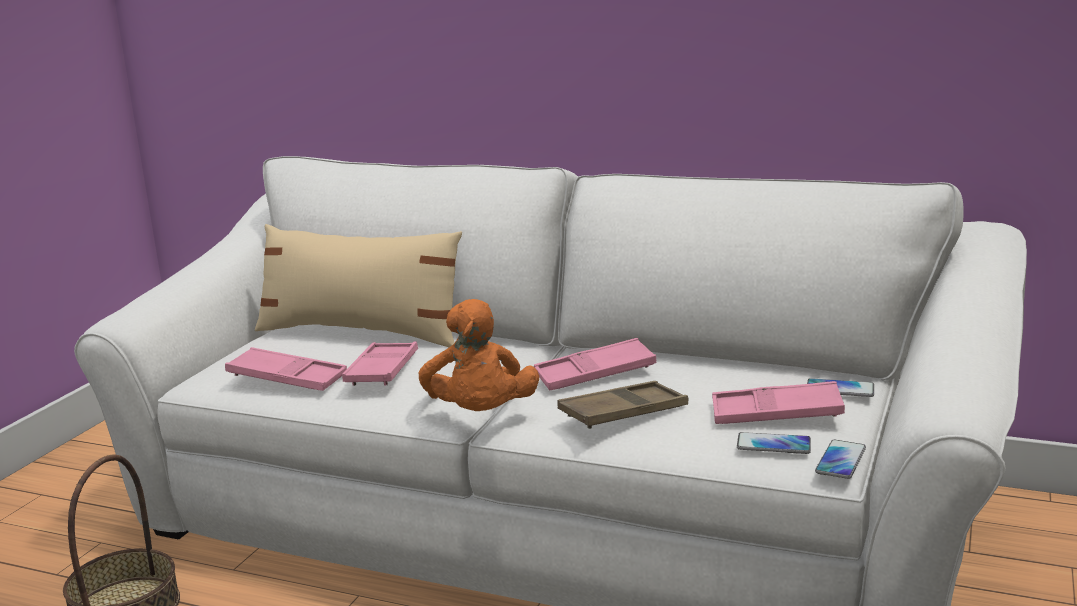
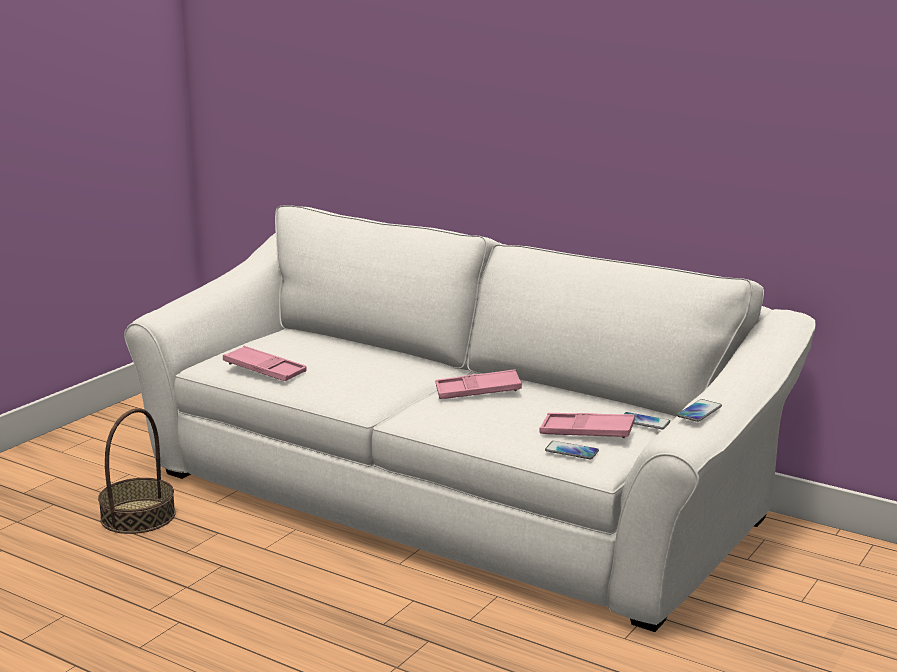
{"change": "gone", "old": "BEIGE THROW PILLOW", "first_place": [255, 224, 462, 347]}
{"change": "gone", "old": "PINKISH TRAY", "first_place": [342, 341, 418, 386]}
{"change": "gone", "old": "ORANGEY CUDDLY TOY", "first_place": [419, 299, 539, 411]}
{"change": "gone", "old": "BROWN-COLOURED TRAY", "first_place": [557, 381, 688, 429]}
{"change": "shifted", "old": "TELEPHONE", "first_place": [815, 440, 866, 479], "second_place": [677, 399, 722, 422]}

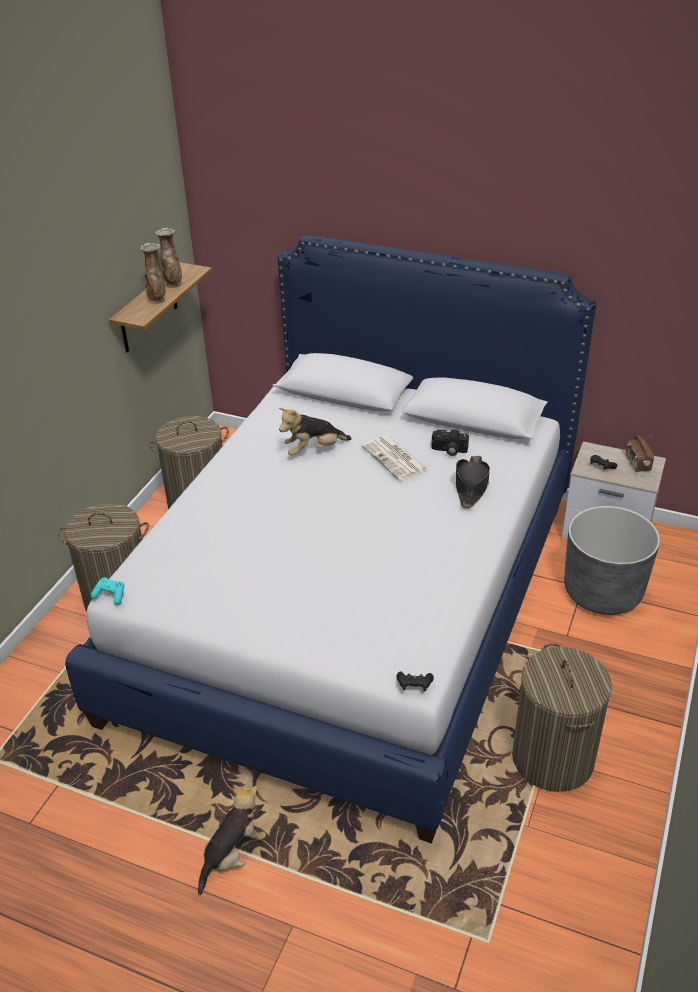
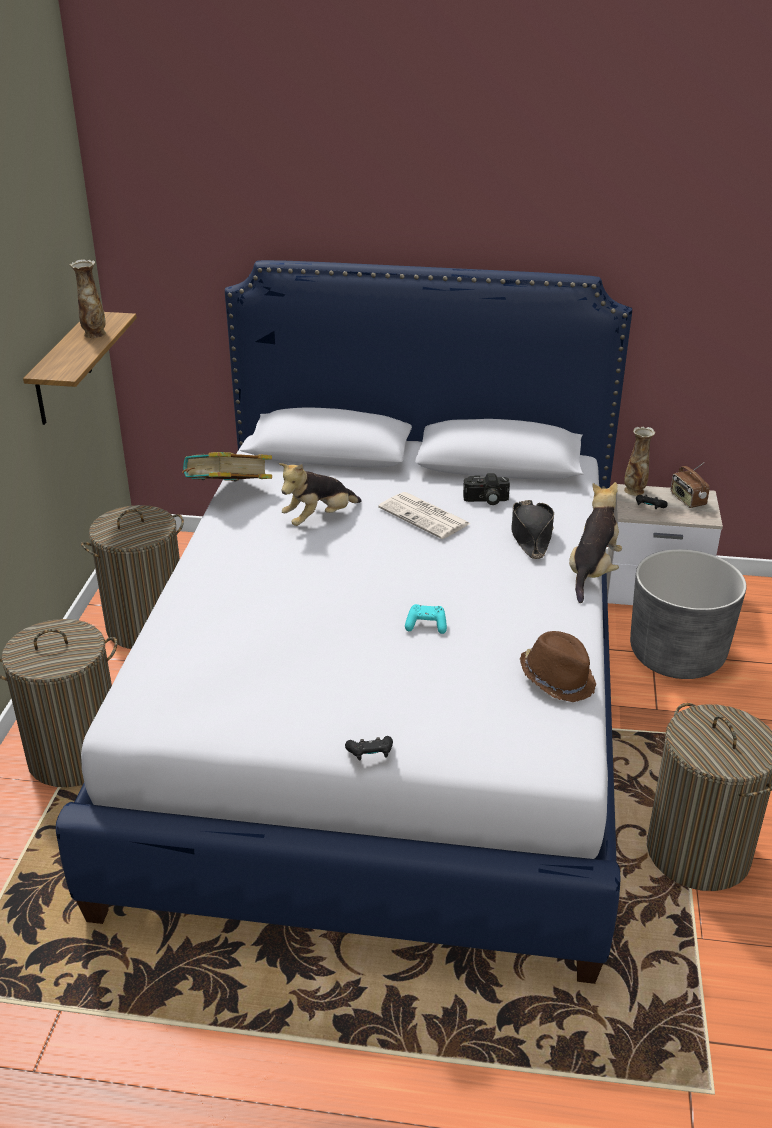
{"change": "shifted", "old": "TURQUOISE-COLOURED GAME CONTROLLER", "first_place": [91, 577, 124, 605], "second_place": [405, 604, 447, 634]}
{"change": "shifted", "old": "VASE", "first_place": [140, 243, 165, 304], "second_place": [624, 427, 655, 496]}
{"change": "shifted", "old": "CUDDLY TOY", "first_place": [198, 785, 266, 895], "second_place": [569, 482, 622, 603]}
{"change": "shifted", "old": "BLACKISH GAME CONTROLLER", "first_place": [397, 672, 434, 691], "second_place": [345, 736, 393, 761]}
{"change": "new", "new": "BOOK", "second_place": [182, 452, 272, 481]}
{"change": "new", "new": "BROWN-COLOURED CLOTHING HAT", "second_place": [520, 631, 596, 702]}

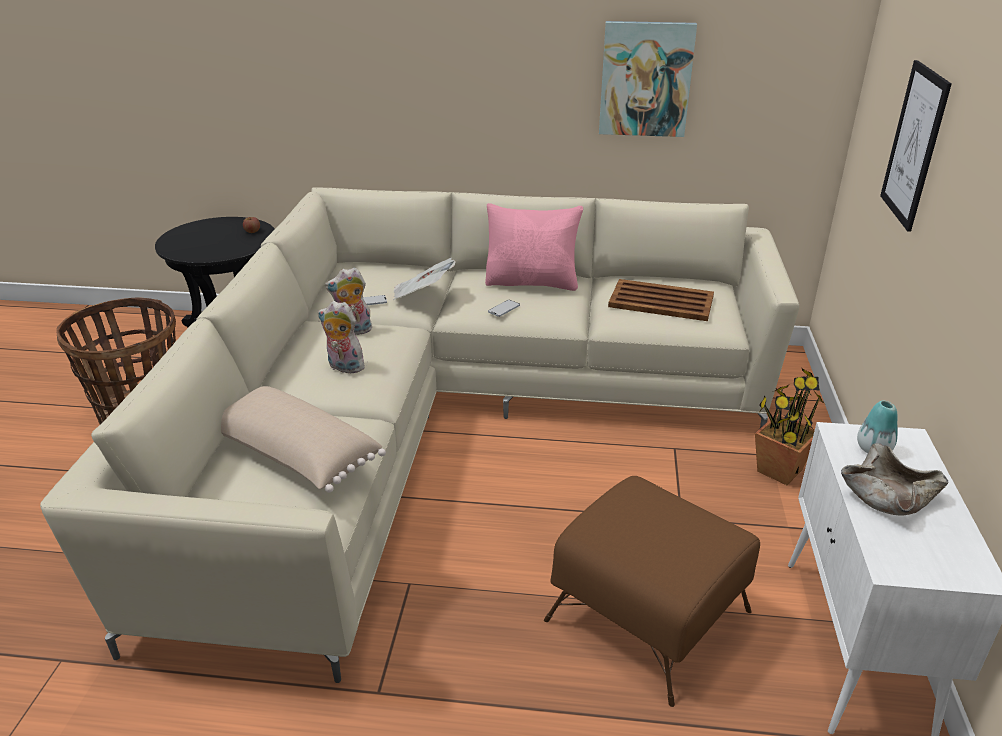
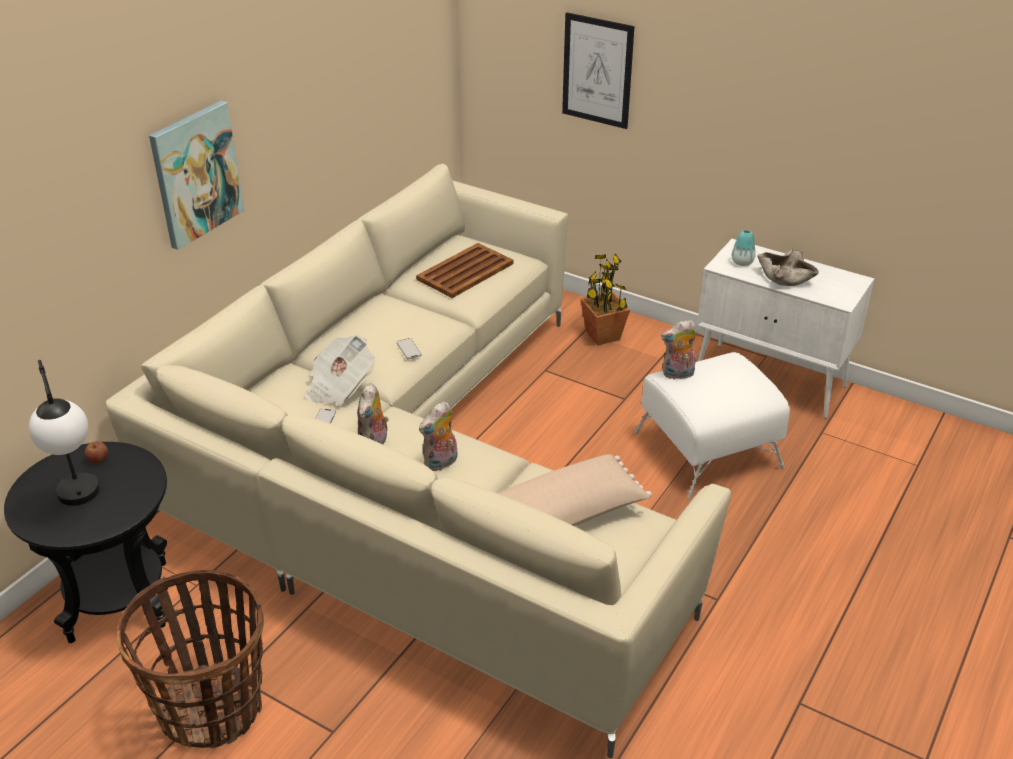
{"change": "gone", "old": "PINKISH THROW PILLOW", "first_place": [485, 203, 583, 291]}
{"change": "repainted", "old": "BROWN-COLOURED POUFFE", "new": "WHITISH POUFFE", "first_place": [544, 476, 760, 707], "second_place": [634, 352, 790, 498]}
{"change": "shifted", "old": "PICTURE", "first_place": [599, 21, 697, 137], "second_place": [149, 101, 244, 250]}
{"change": "new", "new": "TABLE LAMP", "second_place": [29, 360, 100, 506]}
{"change": "new", "new": "CUDDLY TOY", "second_place": [661, 320, 697, 379]}

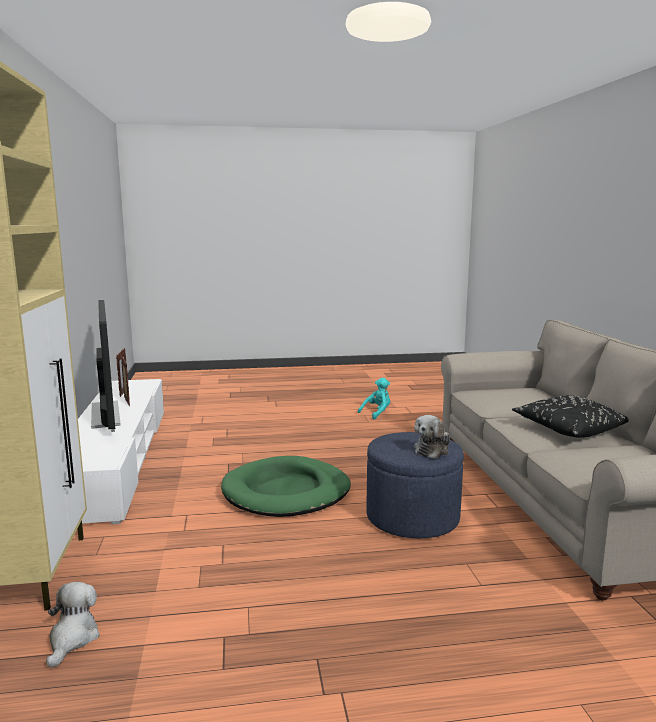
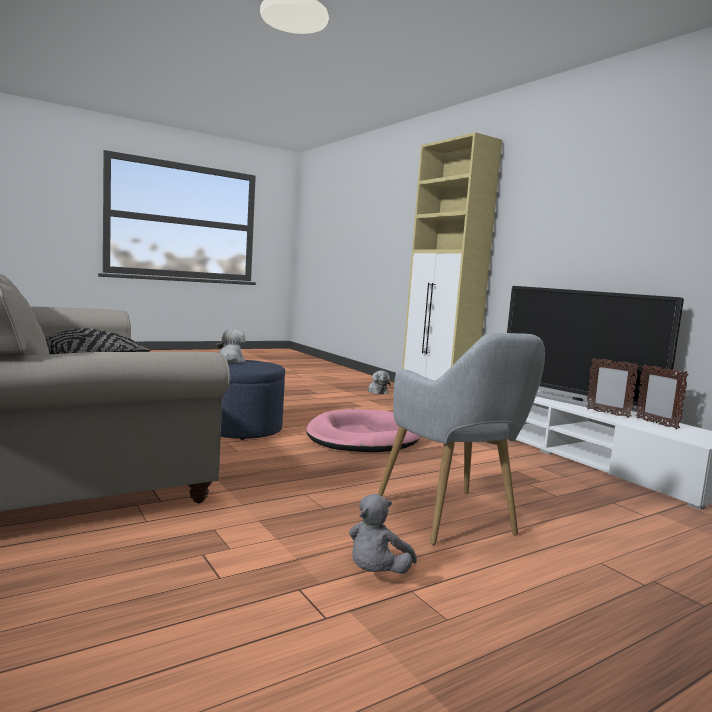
{"change": "repainted", "old": "GREEN-COLOURED PET BED", "new": "PINKISH PET BED", "first_place": [221, 456, 351, 517], "second_place": [306, 409, 421, 452]}
{"change": "repainted", "old": "TURQUOISE-COLOURED CUDDLY TOY", "new": "GREYISH CUDDLY TOY", "first_place": [358, 378, 390, 419], "second_place": [349, 494, 417, 574]}
{"change": "new", "new": "GREYISH LOUNGE CHAIR", "second_place": [378, 333, 545, 545]}

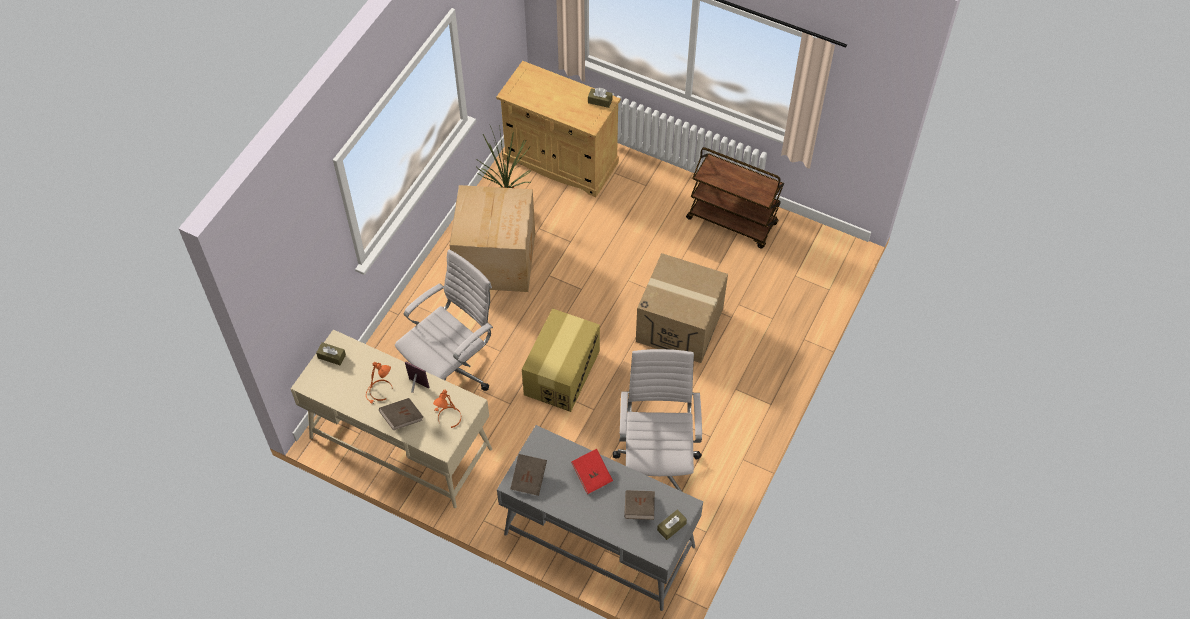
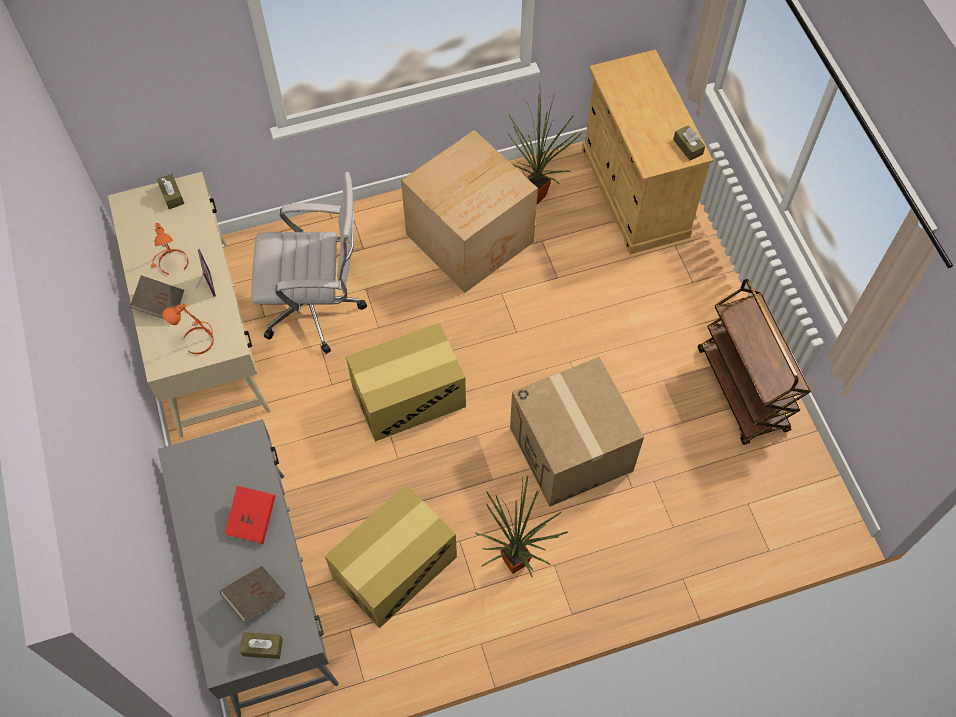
{"change": "gone", "old": "BROWN-COLOURED BOOK", "first_place": [510, 454, 547, 496]}
{"change": "swapped", "old": "WHITISH COMPUTER CHAIR", "new": "CARDBOARD BOX", "first_place": [613, 349, 702, 491], "second_place": [325, 485, 457, 628]}
{"change": "new", "new": "POTTED PLANT", "second_place": [474, 476, 569, 578]}

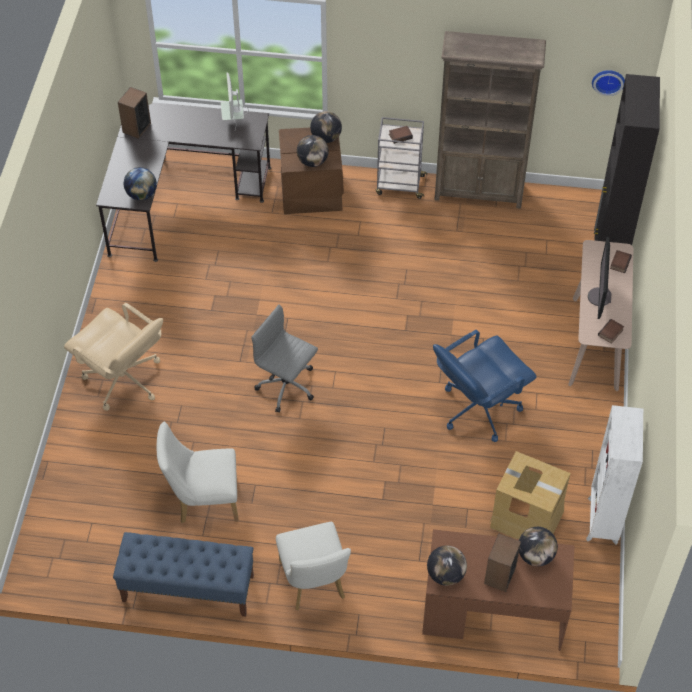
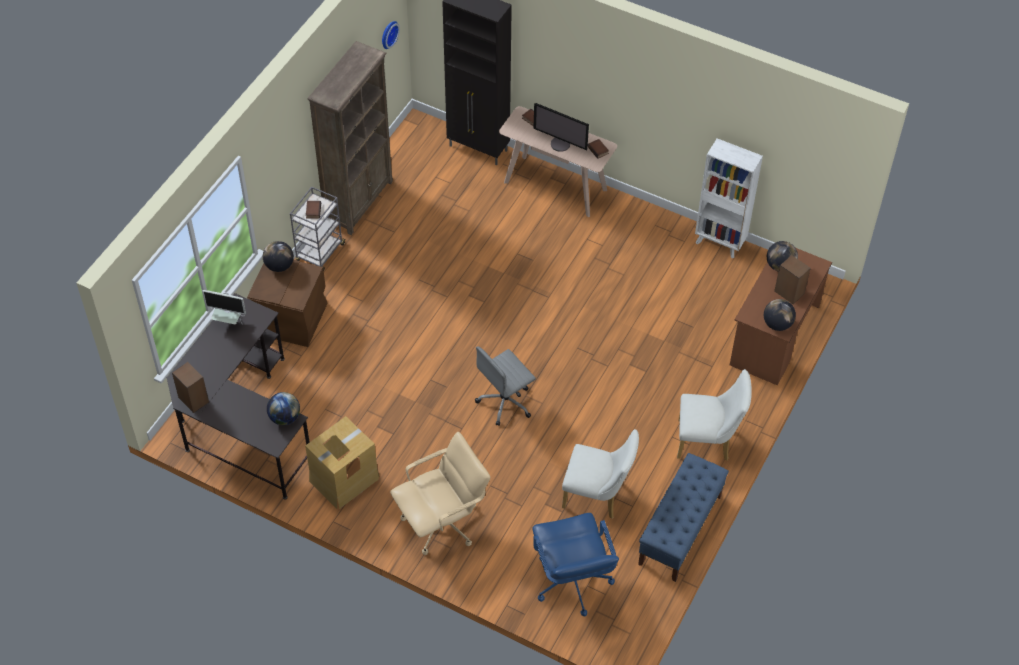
{"change": "rotated", "old": "WHITISH CHAIR", "first_place": [157, 422, 239, 523], "second_place": [562, 429, 639, 519], "degrees": -90}
{"change": "gone", "old": "WORLD GLOBE", "first_place": [297, 135, 329, 167]}
{"change": "shifted", "old": "BLUISH COMPUTER CHAIR", "first_place": [433, 330, 537, 442], "second_place": [532, 513, 619, 617]}
{"change": "shifted", "old": "CARDBOARD BOX", "first_place": [489, 451, 570, 539], "second_place": [305, 416, 380, 509]}

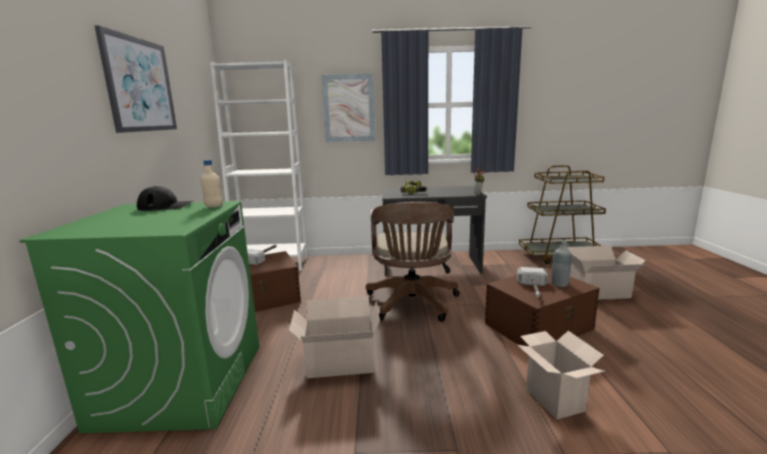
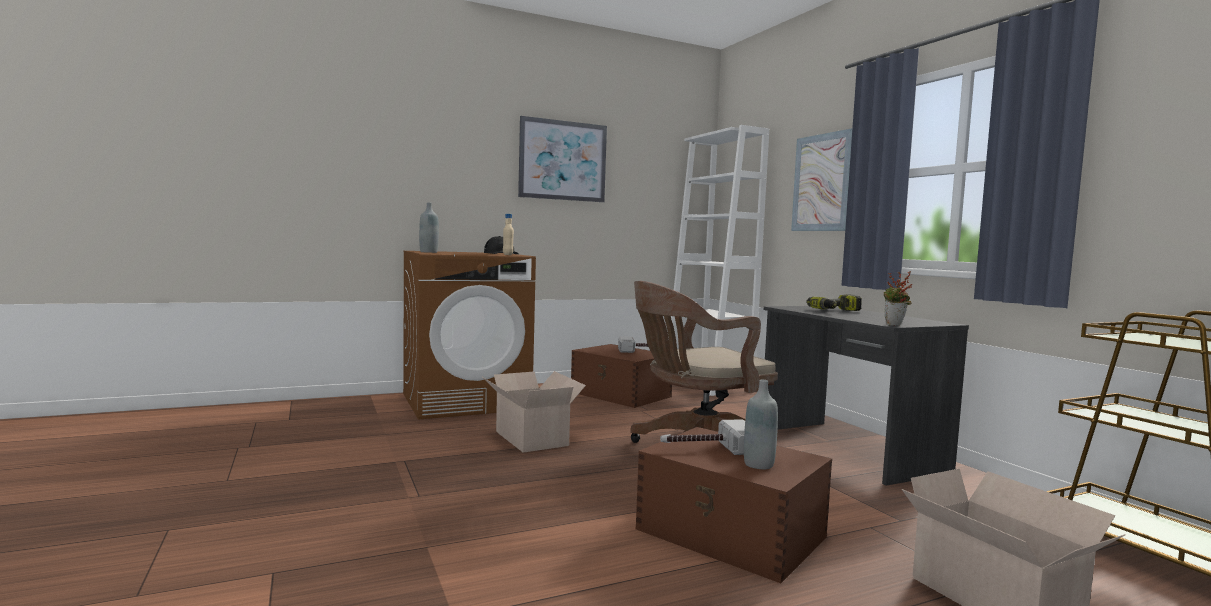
{"change": "repainted", "old": "GREEN-COLOURED LAUNDRY MACHINE", "new": "BROWN-COLOURED LAUNDRY MACHINE", "first_place": [19, 201, 259, 433], "second_place": [403, 251, 536, 420]}
{"change": "gone", "old": "CARDBOARD BOX", "first_place": [517, 331, 605, 420]}
{"change": "new", "new": "GREYISH BOTTLE", "second_place": [419, 203, 439, 253]}

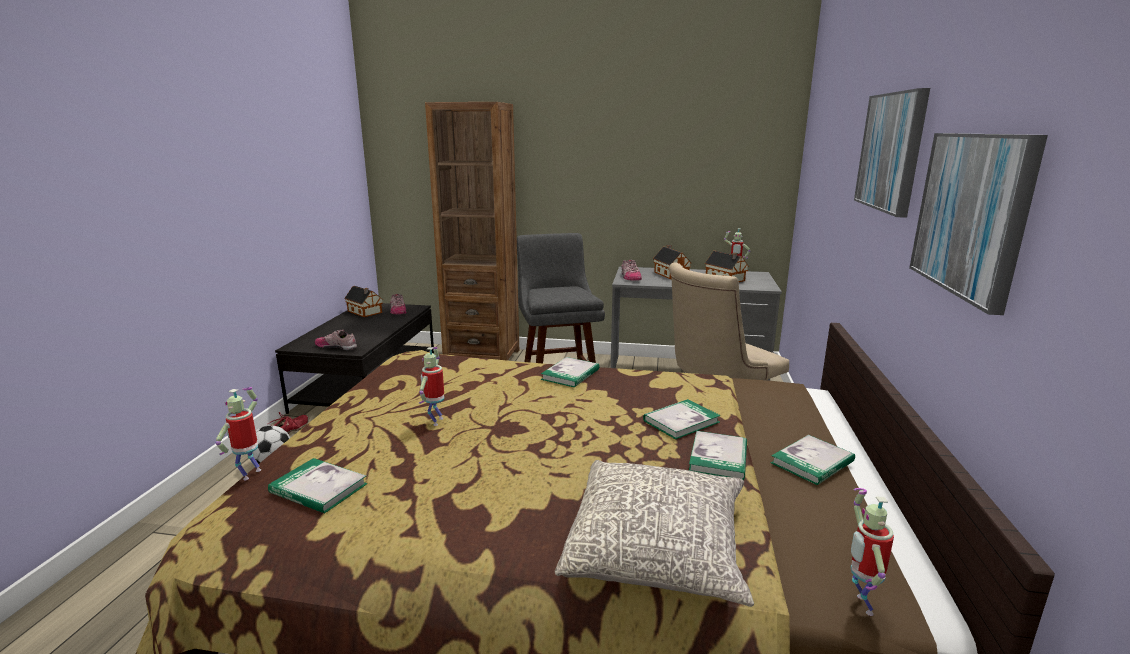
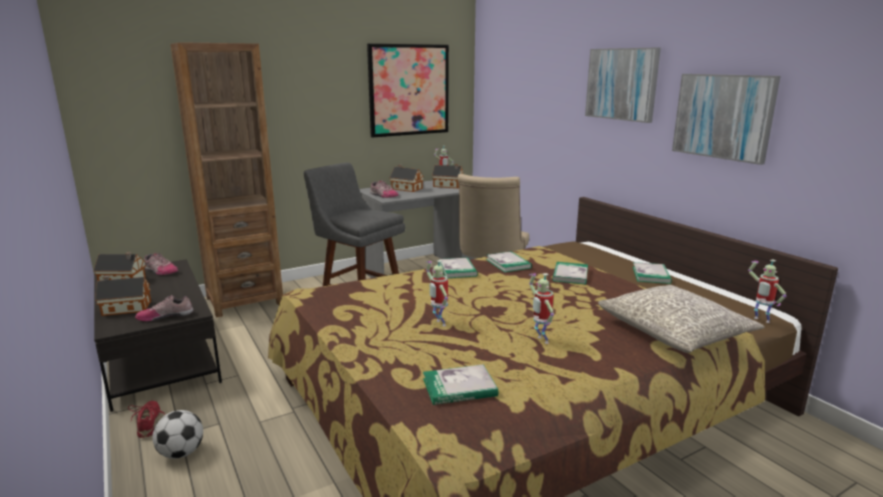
{"change": "shifted", "old": "MODEL ROBOT", "first_place": [216, 387, 261, 480], "second_place": [529, 273, 554, 344]}
{"change": "shifted", "old": "BOOK", "first_place": [689, 431, 747, 480], "second_place": [486, 251, 532, 273]}
{"change": "new", "new": "MINIATURE HOUSE", "second_place": [95, 275, 151, 316]}
{"change": "new", "new": "PICTURE", "second_place": [367, 44, 449, 138]}

